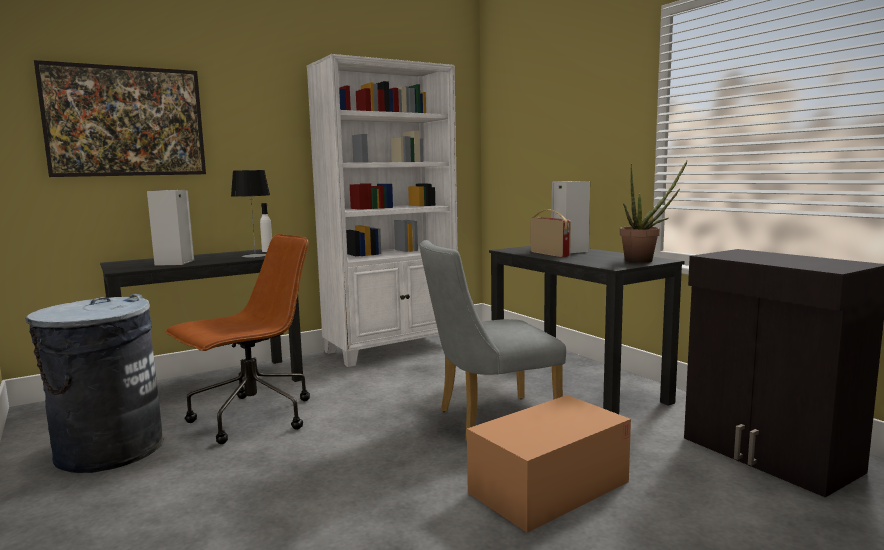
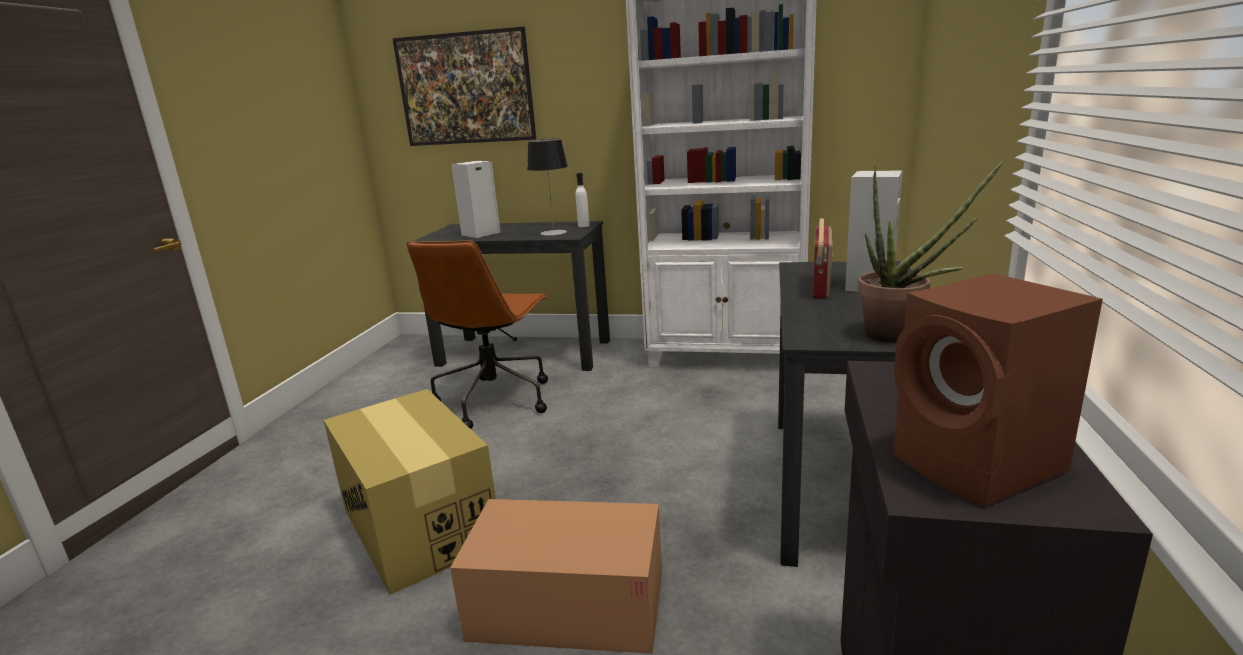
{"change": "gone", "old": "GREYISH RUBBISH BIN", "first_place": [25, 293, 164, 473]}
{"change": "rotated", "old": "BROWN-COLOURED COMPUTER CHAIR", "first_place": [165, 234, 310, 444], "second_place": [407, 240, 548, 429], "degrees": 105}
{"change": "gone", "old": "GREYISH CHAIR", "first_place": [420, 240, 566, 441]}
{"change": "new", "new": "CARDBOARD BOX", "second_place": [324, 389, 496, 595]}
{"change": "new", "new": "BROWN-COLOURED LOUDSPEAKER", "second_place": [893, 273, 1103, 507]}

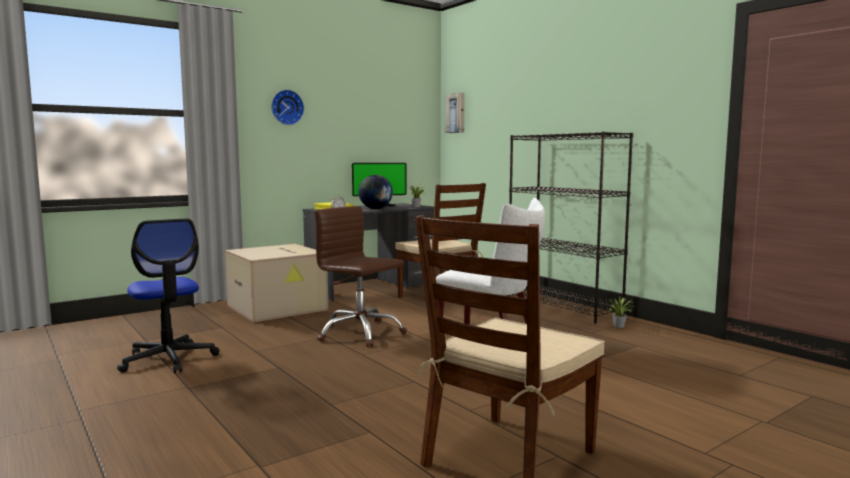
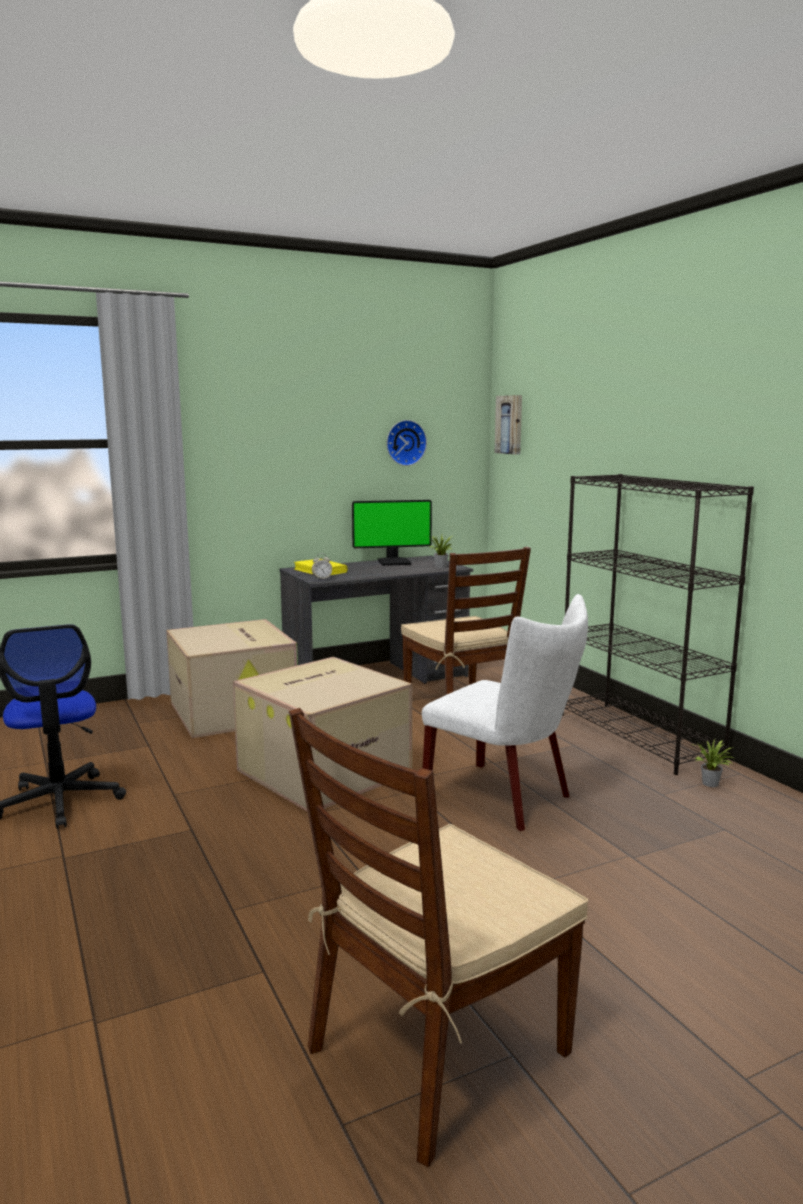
{"change": "shifted", "old": "CLOCK ON THE WALL", "first_place": [271, 89, 304, 125], "second_place": [387, 420, 427, 466]}
{"change": "swapped", "old": "BROWN-COLOURED COMPUTER CHAIR", "new": "CARDBOARD BOX", "first_place": [315, 206, 407, 347], "second_place": [233, 657, 412, 812]}
{"change": "gone", "old": "WORLD GLOBE", "first_place": [358, 175, 393, 209]}

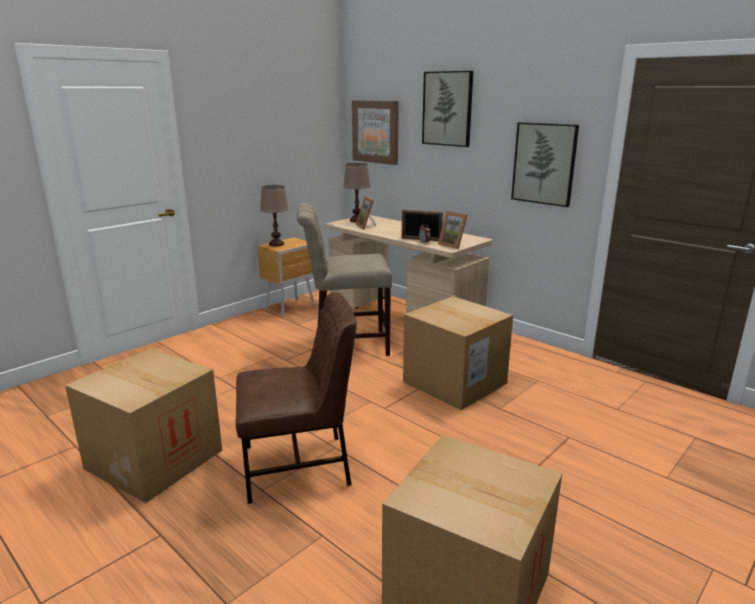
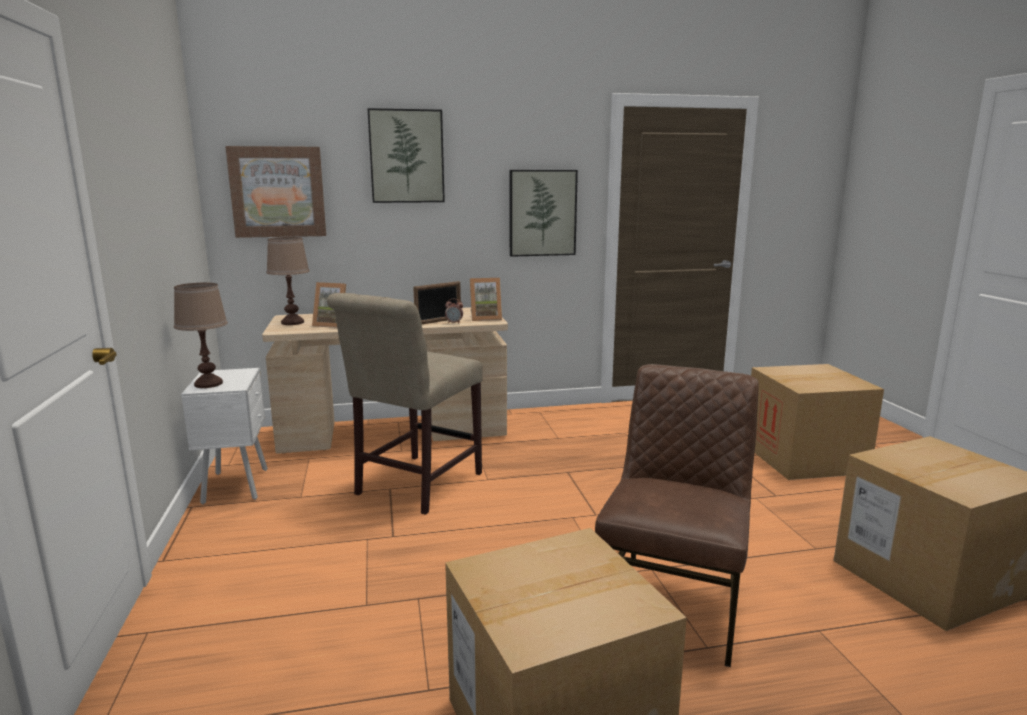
{"change": "repainted", "old": "BROWN-COLOURED BEDSIDE TABLE", "new": "WHITISH BEDSIDE TABLE", "first_place": [258, 238, 315, 317], "second_place": [181, 368, 268, 505]}
{"change": "shifted", "old": "CARDBOARD BOX", "first_place": [403, 296, 513, 410], "second_place": [751, 364, 884, 480]}

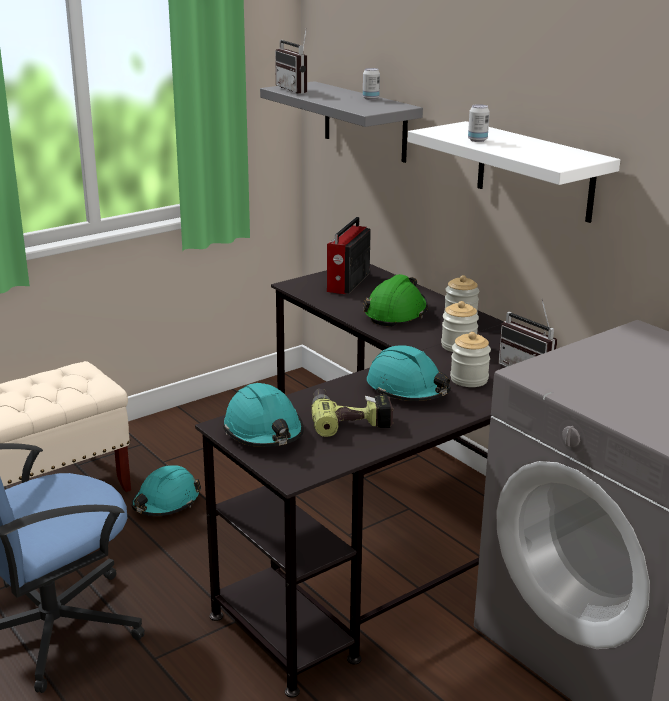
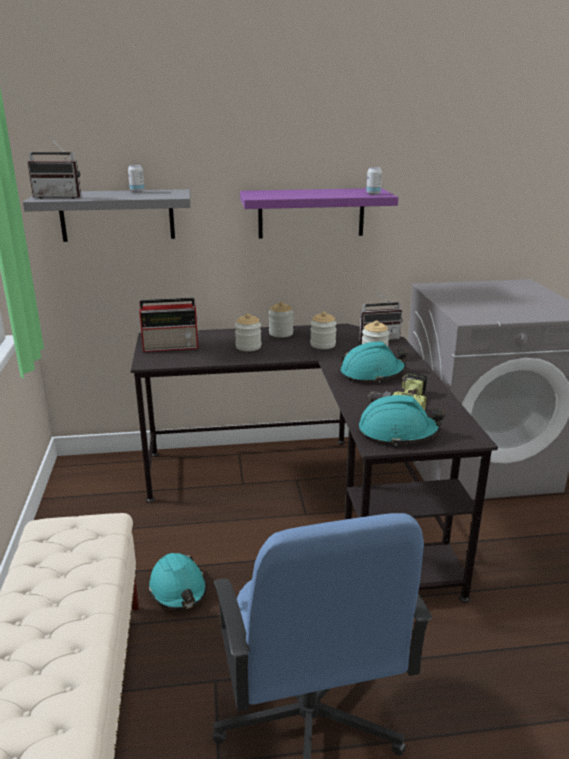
{"change": "rotated", "old": "RADIO RECEIVER", "first_place": [327, 217, 371, 294], "second_place": [139, 298, 199, 352], "degrees": -60}
{"change": "swapped", "old": "GREEN-COLOURED SAFETY HELMET", "new": "STORAGE JAR", "first_place": [363, 274, 428, 327], "second_place": [235, 313, 261, 351]}
{"change": "repainted", "old": "WHITISH BRACKET SHELF", "new": "PURPLISH BRACKET SHELF", "first_place": [408, 121, 620, 223], "second_place": [240, 188, 398, 239]}
{"change": "shifted", "old": "CAN", "first_place": [468, 104, 490, 142], "second_place": [366, 167, 382, 195]}

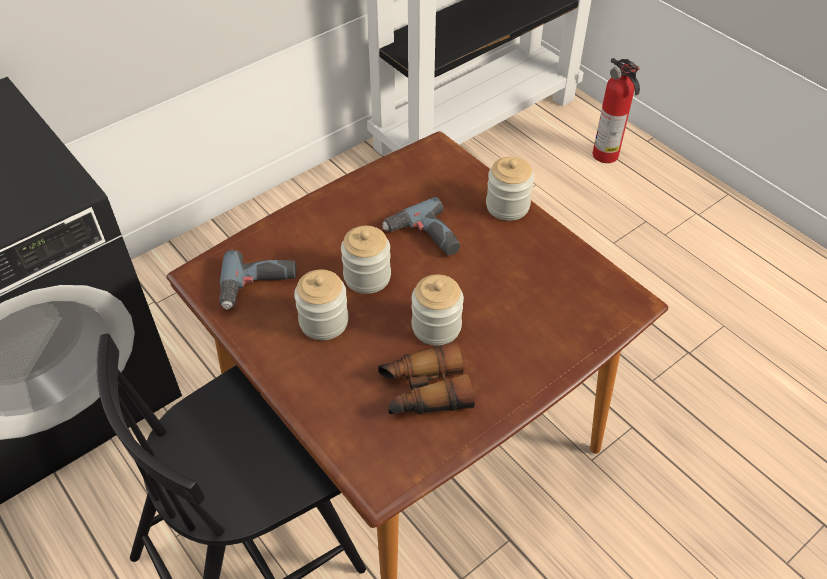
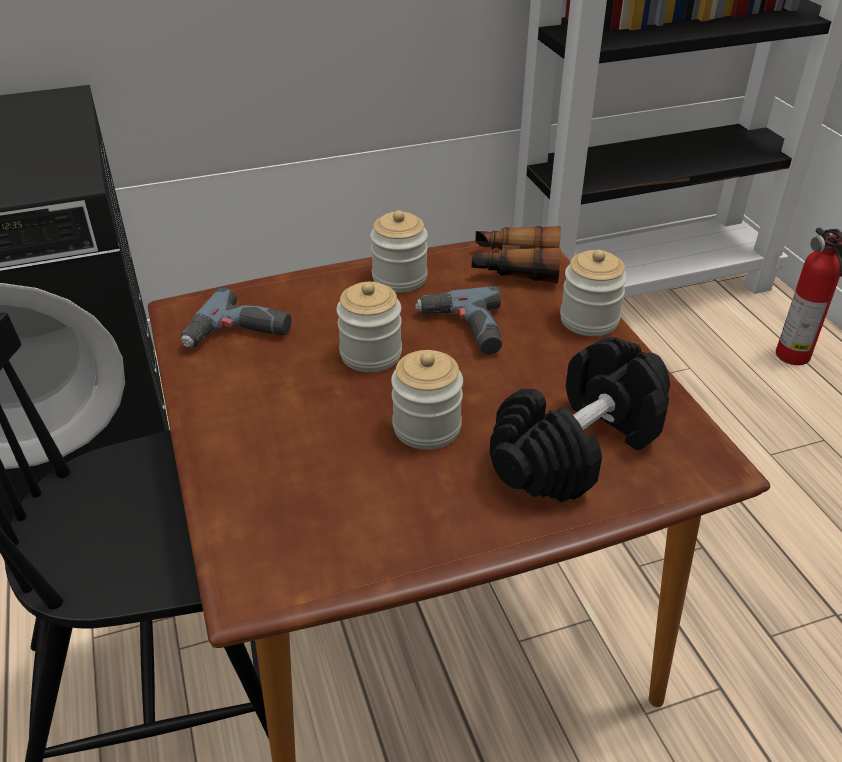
{"change": "shifted", "old": "STORAGE JAR", "first_place": [294, 270, 349, 340], "second_place": [370, 210, 428, 293]}
{"change": "shifted", "old": "PAIR OF BINOCULARS", "first_place": [378, 341, 475, 414], "second_place": [472, 226, 561, 284]}
{"change": "new", "new": "BLACKISH DUMBBELL", "second_place": [490, 337, 670, 502]}

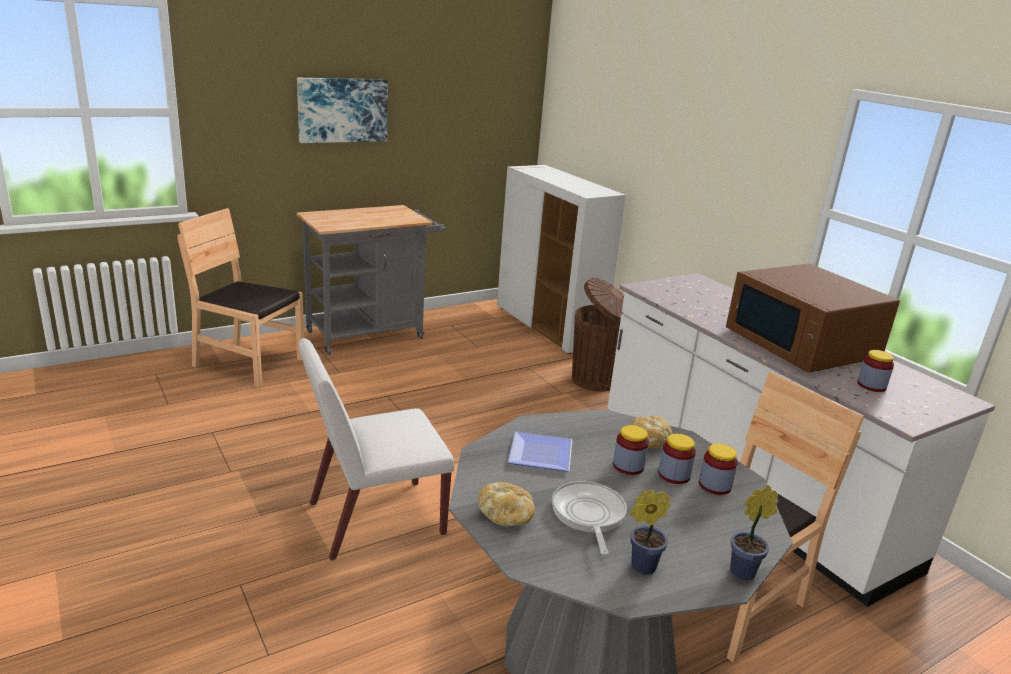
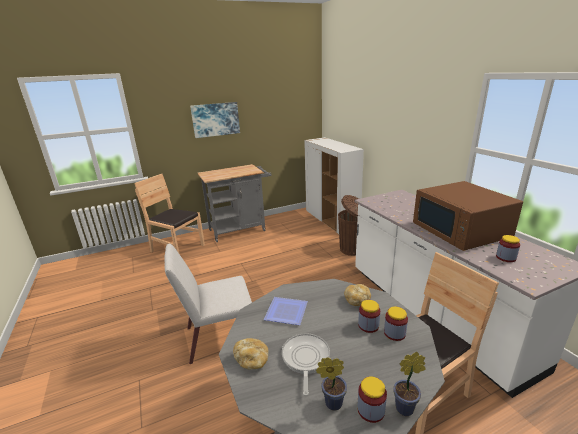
{"change": "shifted", "old": "STORAGE JAR", "first_place": [613, 425, 649, 475], "second_place": [357, 377, 387, 423]}

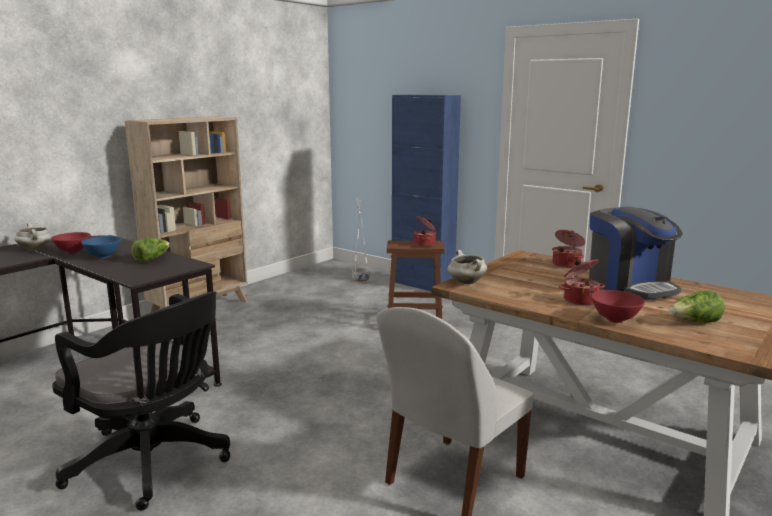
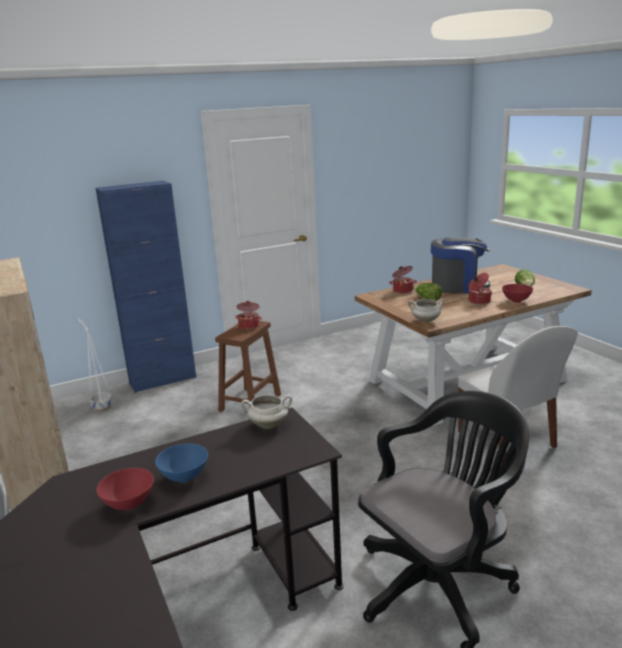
{"change": "shifted", "old": "WHITISH STOCKPOT", "first_place": [14, 223, 52, 251], "second_place": [241, 395, 292, 429]}
{"change": "shifted", "old": "HEAD OF LETTUCE", "first_place": [131, 238, 170, 263], "second_place": [414, 283, 442, 301]}

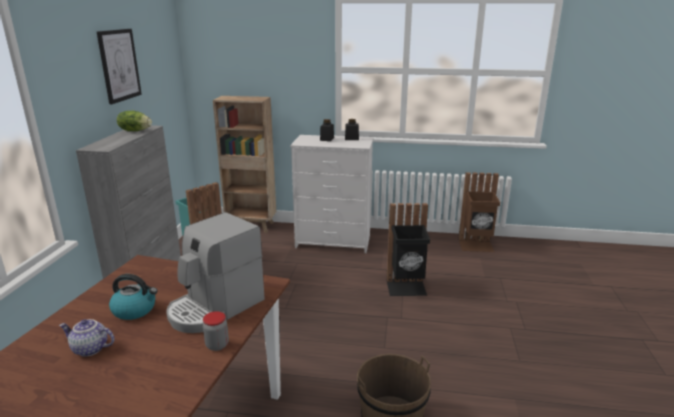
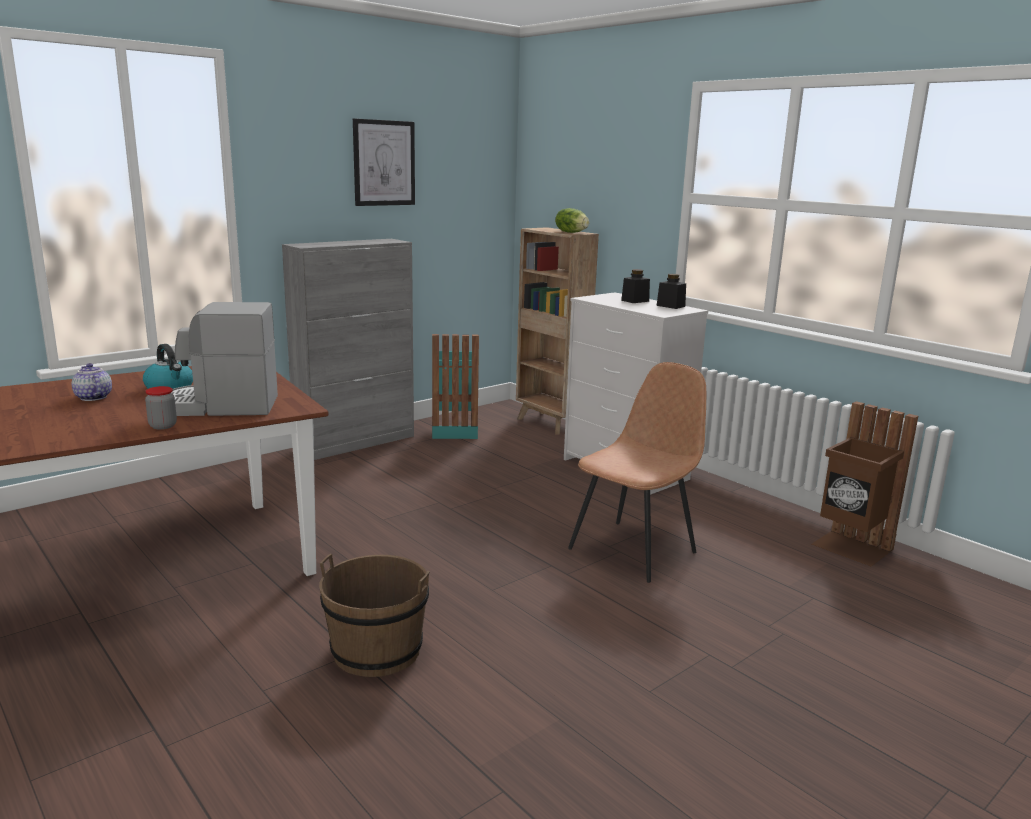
{"change": "shifted", "old": "HEAD OF LETTUCE", "first_place": [117, 111, 152, 131], "second_place": [555, 208, 589, 233]}
{"change": "swapped", "old": "BLACKISH RUBBISH BIN", "new": "BROWN-COLOURED CHAIR", "first_place": [386, 203, 430, 296], "second_place": [568, 362, 706, 583]}

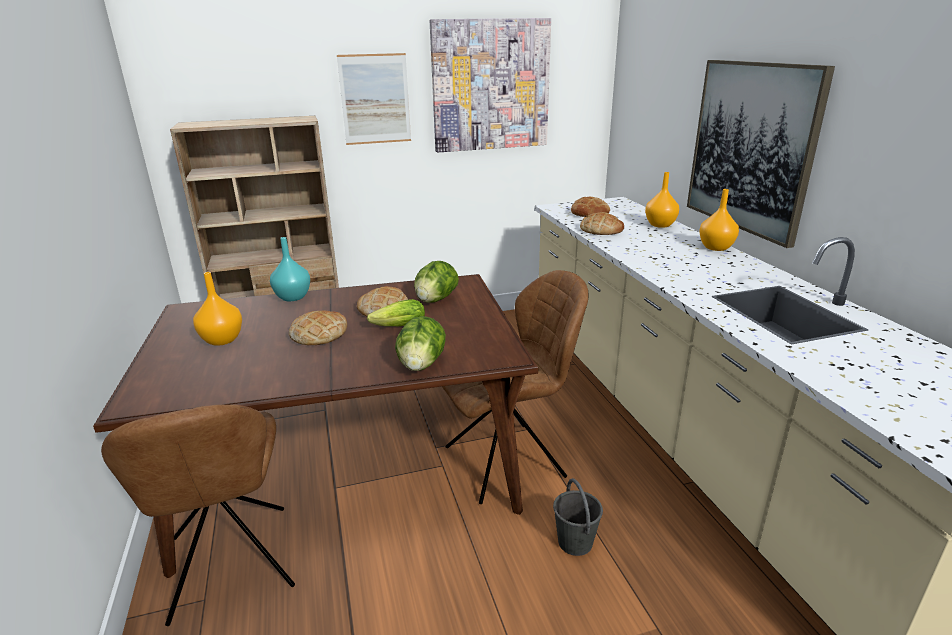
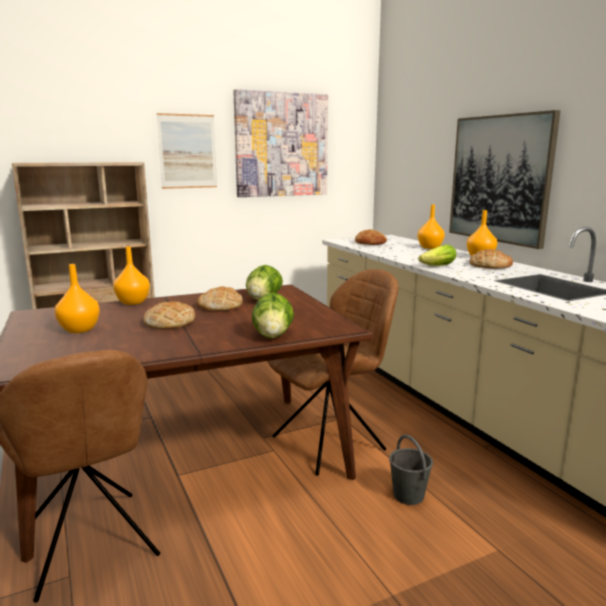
{"change": "repainted", "old": "TURQUOISE-COLOURED VASE", "new": "ORANGEY VASE", "first_place": [270, 237, 310, 301], "second_place": [113, 246, 150, 305]}
{"change": "shifted", "old": "HEAD OF LETTUCE", "first_place": [367, 299, 425, 326], "second_place": [418, 245, 456, 266]}
{"change": "shifted", "old": "BAKERY BREAD", "first_place": [580, 212, 624, 235], "second_place": [469, 249, 513, 269]}

